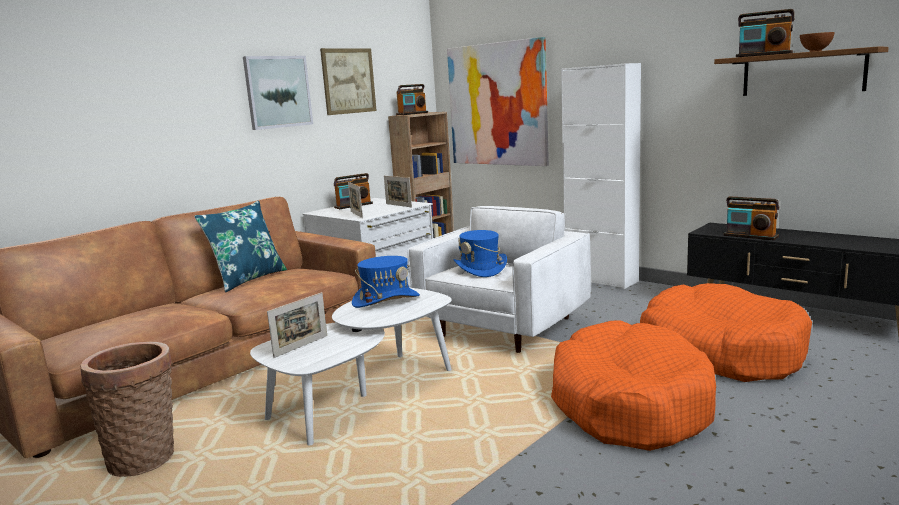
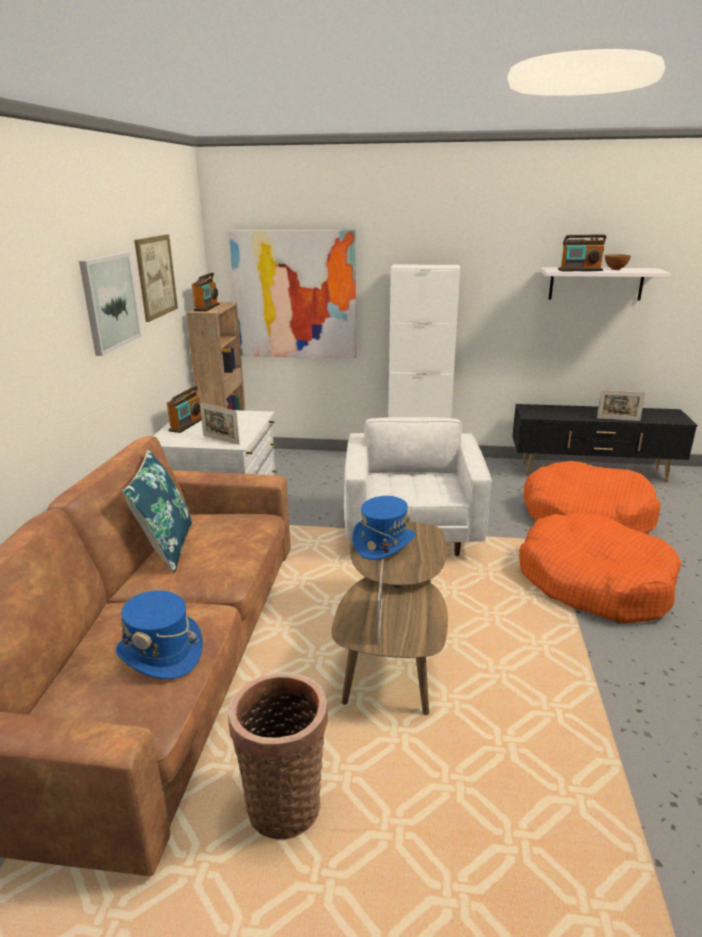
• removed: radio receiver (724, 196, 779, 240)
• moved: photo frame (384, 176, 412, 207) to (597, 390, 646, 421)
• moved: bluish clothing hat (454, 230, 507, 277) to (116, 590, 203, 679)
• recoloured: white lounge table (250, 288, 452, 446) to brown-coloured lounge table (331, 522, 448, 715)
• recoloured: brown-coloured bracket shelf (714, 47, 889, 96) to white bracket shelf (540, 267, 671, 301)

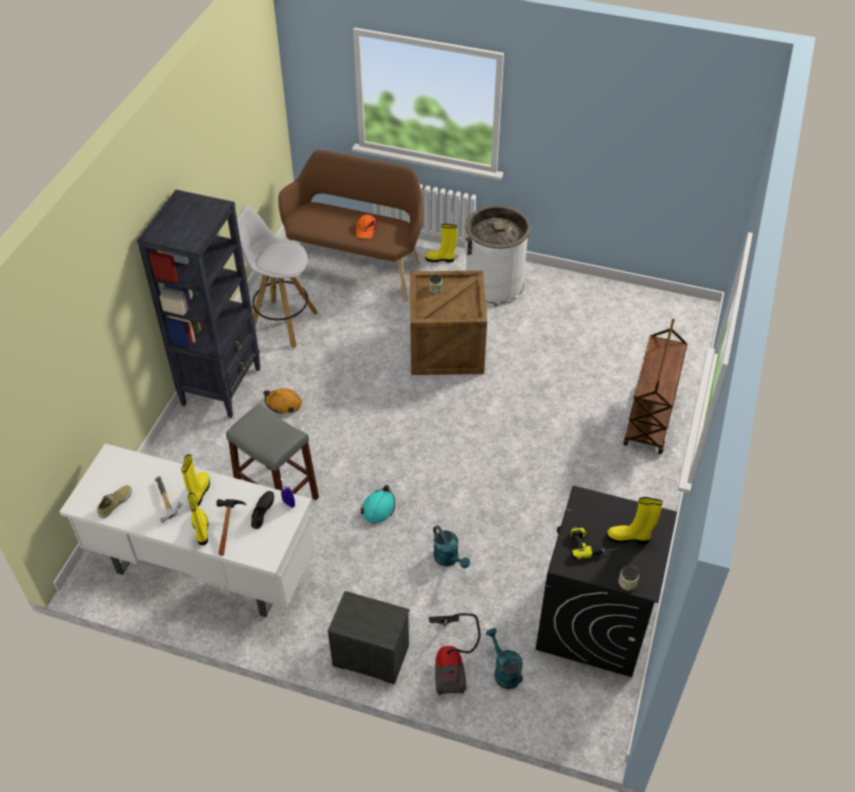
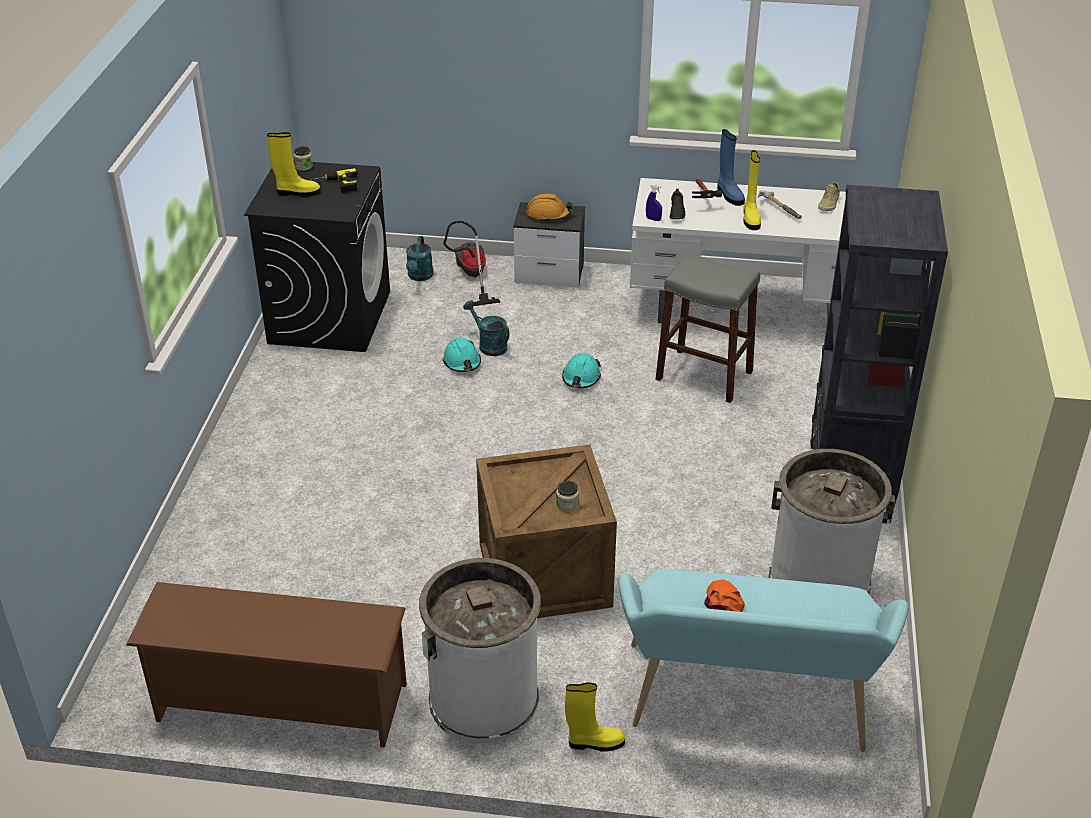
• removed: brown-coloured trolley (623, 319, 687, 454)
• added: brown-coloured shoe stand (126, 582, 407, 748)
• added: blue-green work helmet (443, 338, 481, 372)
• moved: orange work helmet (264, 388, 302, 414) to (526, 194, 573, 222)
• replaced: white stool (237, 205, 318, 348) to white waste bin (769, 449, 895, 594)
• recoloured: yellow-coloured tall boot (188, 493, 208, 545) to bluish tall boot (717, 129, 745, 206)
• recoloured: brown-coloured bench (278, 150, 424, 302) to blue-green bench (618, 569, 908, 752)
• turned: blue-green watering pot (486, 628, 523, 689) = (406, 236, 434, 281) 45 degrees clockwise

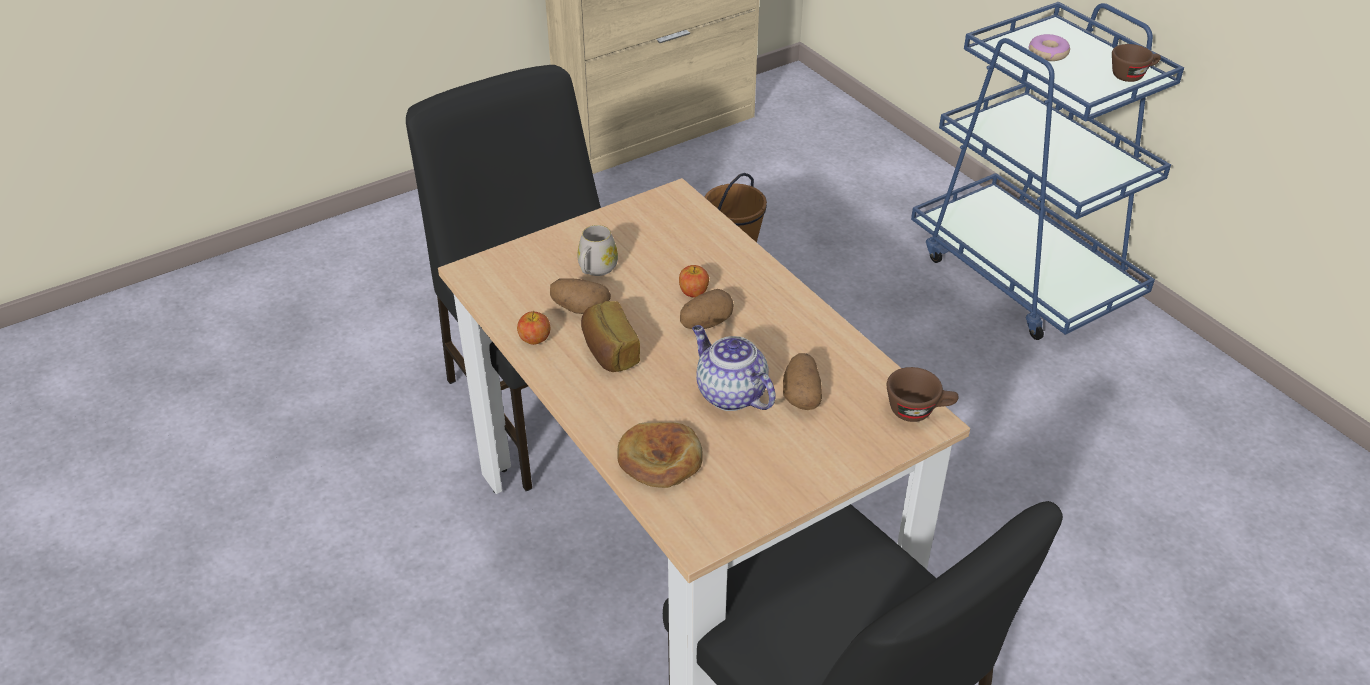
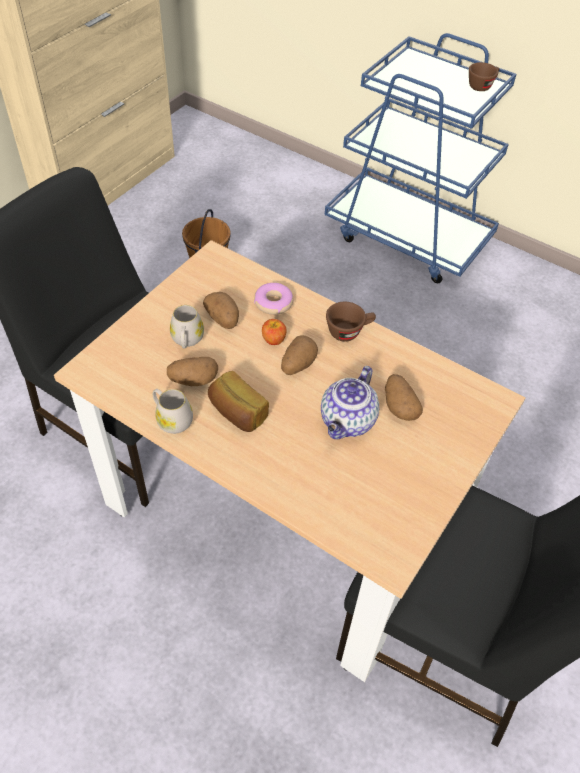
• removed: baked bread (617, 422, 702, 488)
• added: potato (203, 292, 239, 329)
• moved: brown-coloured cup (887, 367, 958, 422) to (326, 302, 376, 342)
• moved: ring doughnut (1029, 34, 1070, 61) to (254, 283, 293, 315)
• replaced: apple (517, 311, 550, 345) to white coffee mug (152, 389, 193, 434)
• turned: teapot (692, 325, 776, 411) = (321, 366, 379, 439) 90 degrees counterclockwise

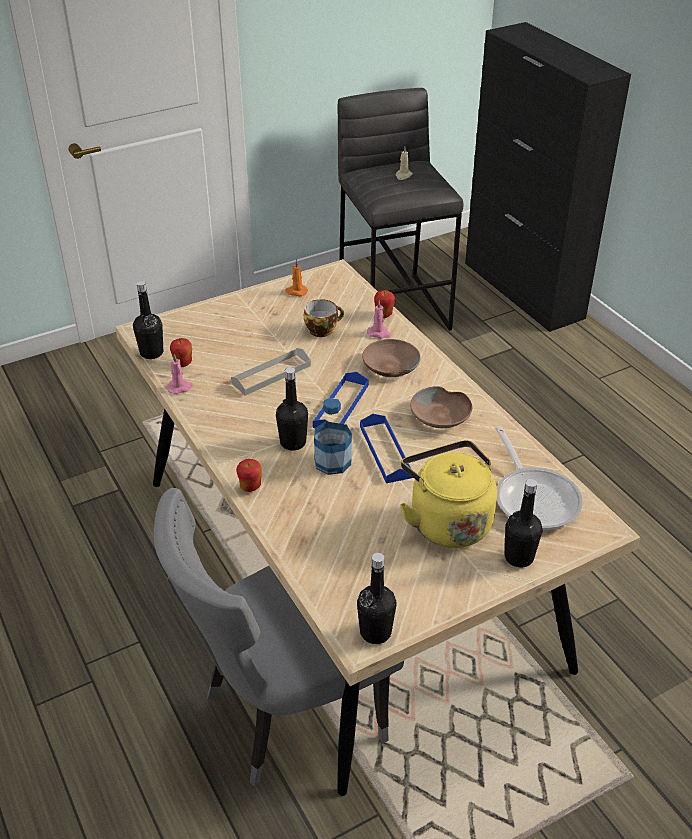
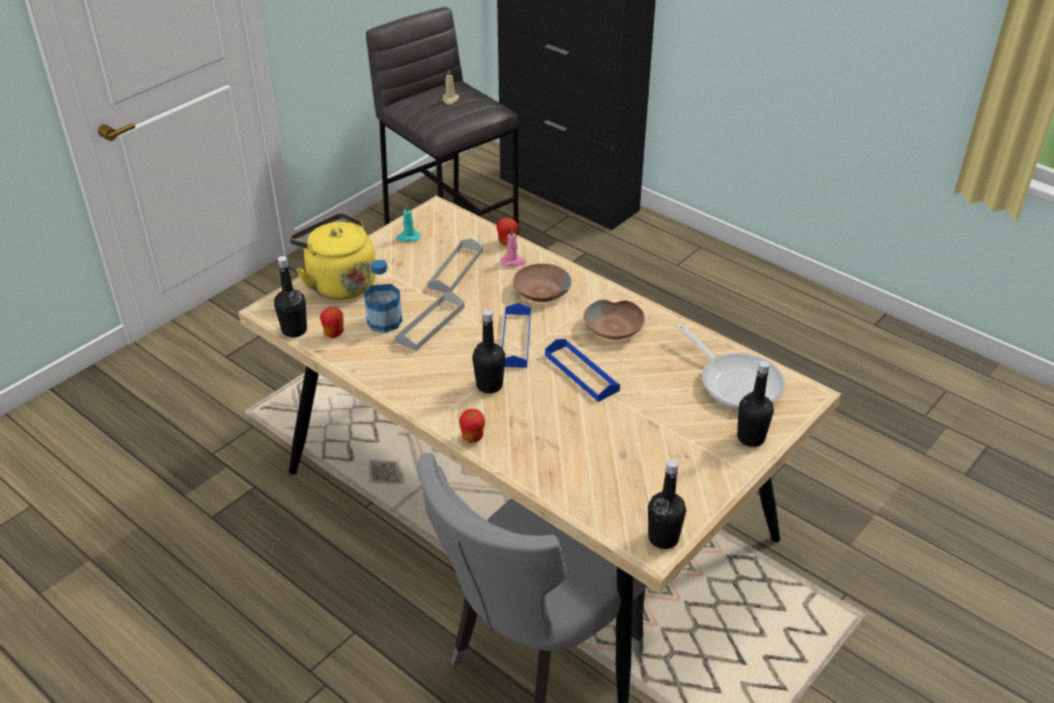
• removed: pink-coloured wax light (167, 354, 193, 394)
• moved: bottle (314, 398, 352, 475) to (364, 260, 402, 333)
• moved: yellow-coloured water kettle (400, 440, 497, 548) to (289, 213, 376, 300)
• replaced: cup (304, 299, 344, 337) to gray carrying tray (428, 238, 483, 293)
• recoloured: orange wax light (285, 260, 308, 296) to blue-green wax light (396, 204, 420, 242)

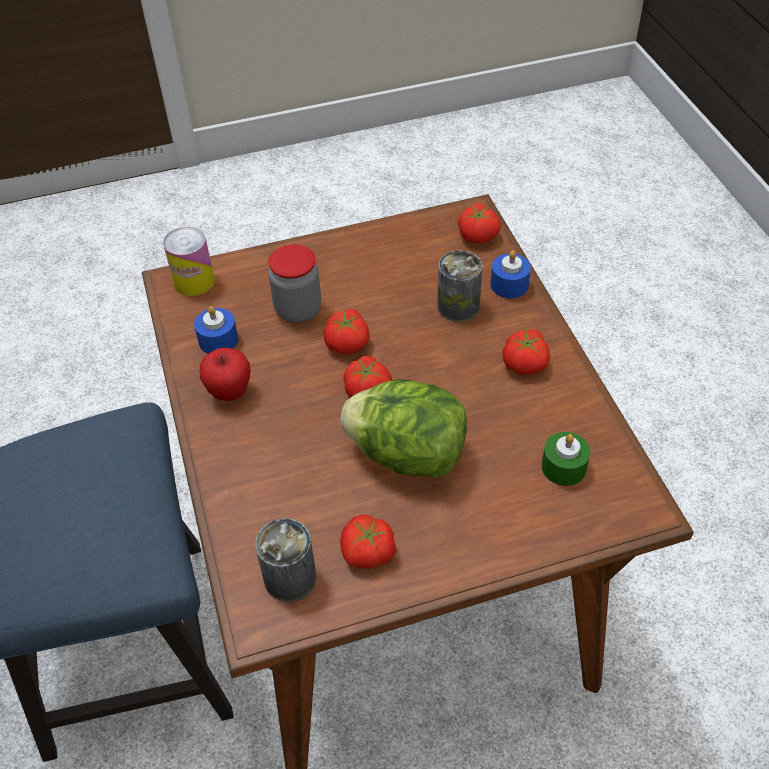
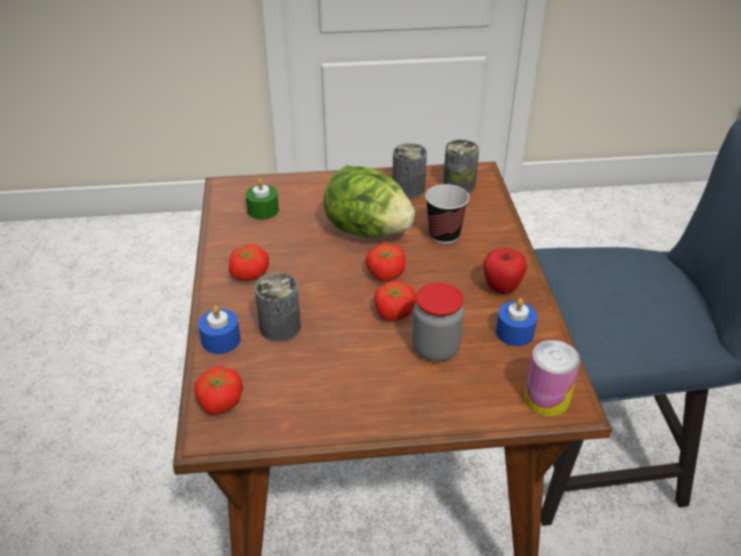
• added: cup (425, 184, 469, 244)
• replaced: fresh tomato (340, 515, 396, 569) to can (392, 143, 427, 199)

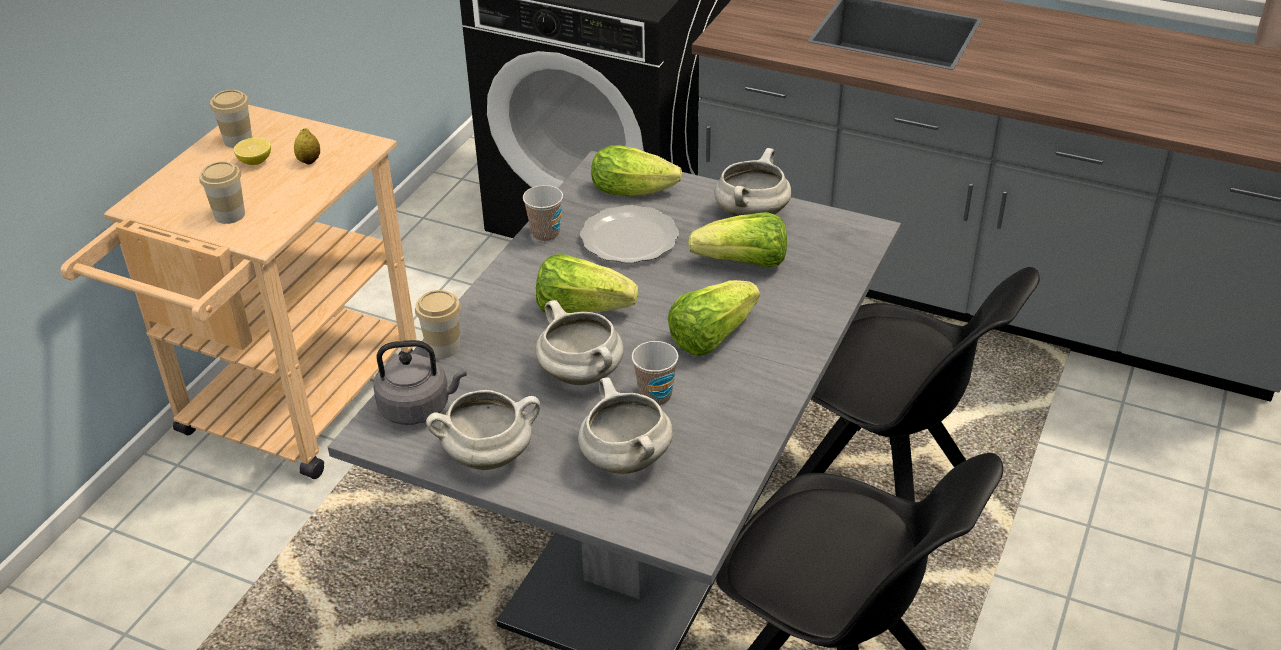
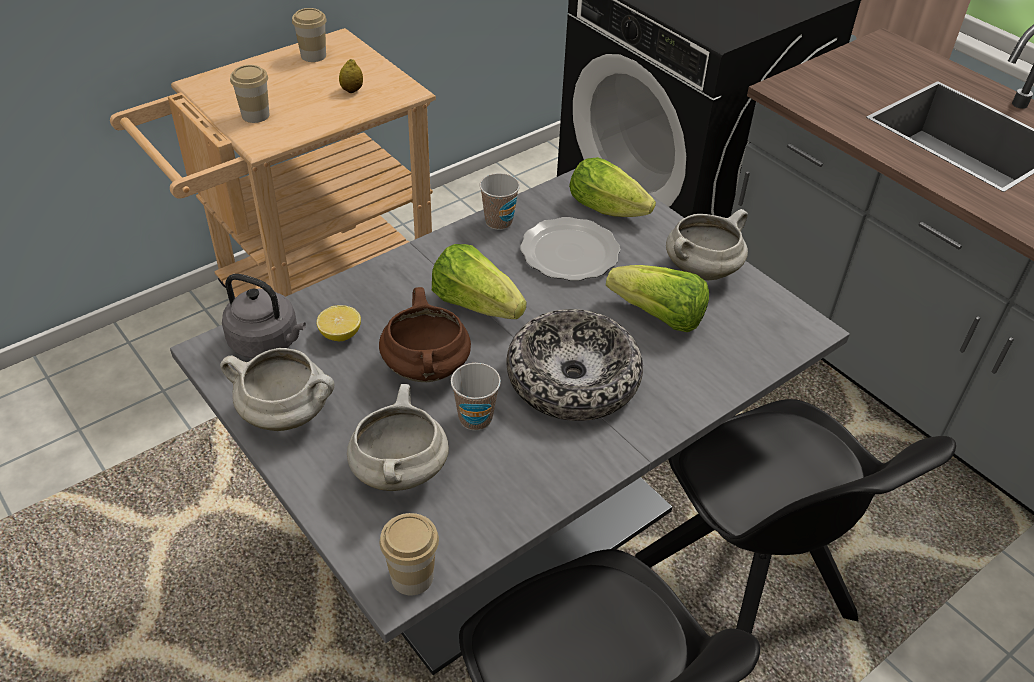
• moved: citrus fruit (234, 137, 271, 165) to (317, 305, 361, 341)
• moved: cup (415, 290, 461, 359) to (380, 513, 439, 595)
• replaced: lettuce (668, 280, 760, 356) to bowl (506, 309, 643, 421)
• recoloured: white cooking pot (536, 300, 624, 385) to brown-coloured cooking pot (379, 287, 471, 382)

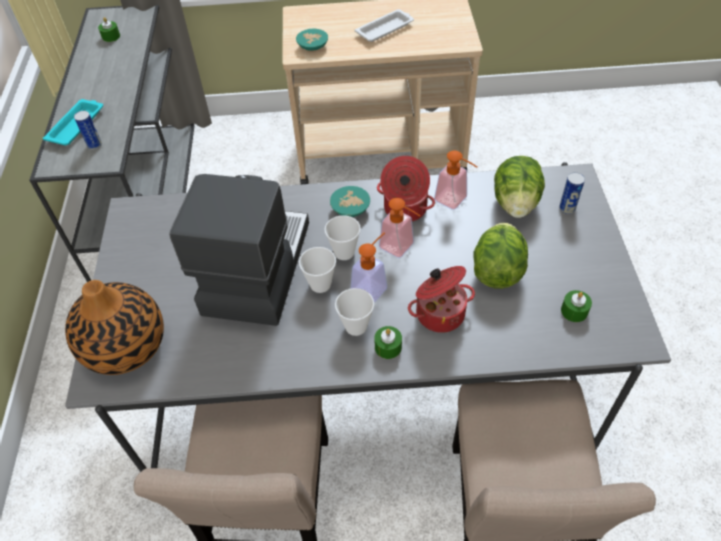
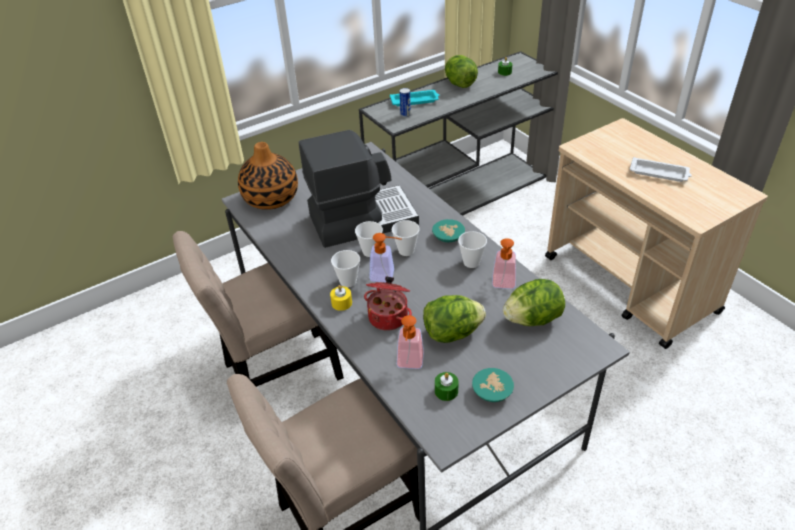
• removed: can (559, 172, 585, 214)
• added: lettuce (445, 55, 478, 88)
• moved: blue-green bowl (296, 29, 328, 51) to (472, 368, 514, 402)
• moved: soap dispenser (379, 198, 420, 258) to (397, 315, 424, 369)
• replaced: cooking pot (377, 156, 435, 222) to cup (458, 231, 487, 268)
• recoloured: greenish wax light (374, 326, 402, 359) to yellow-coloured wax light (330, 285, 352, 311)

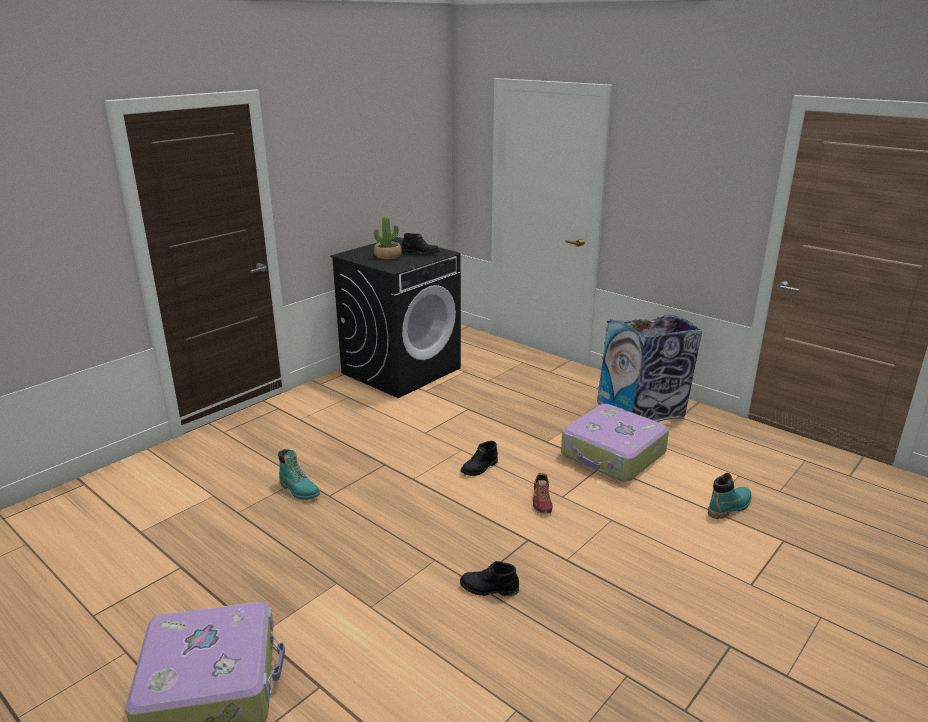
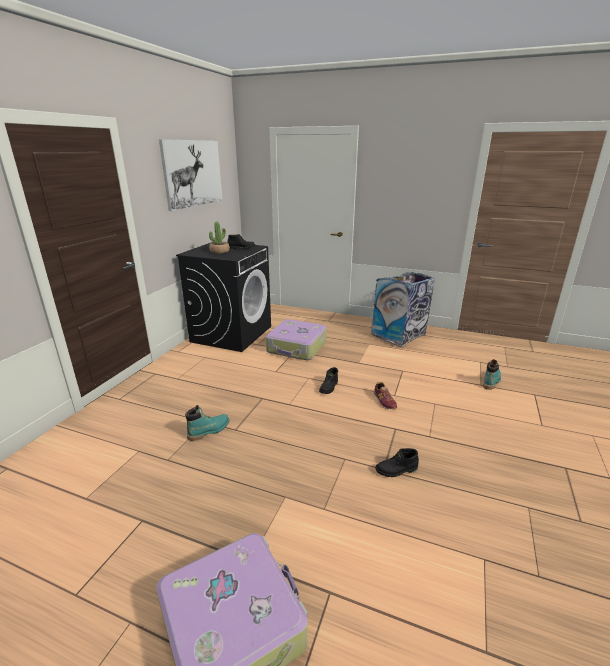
• added: wall art (159, 139, 222, 211)
• moved: suitcase (561, 404, 669, 482) to (266, 319, 327, 360)
• turned: blue-green tall boot (278, 449, 320, 500) = (185, 405, 229, 441) 60 degrees counterclockwise

